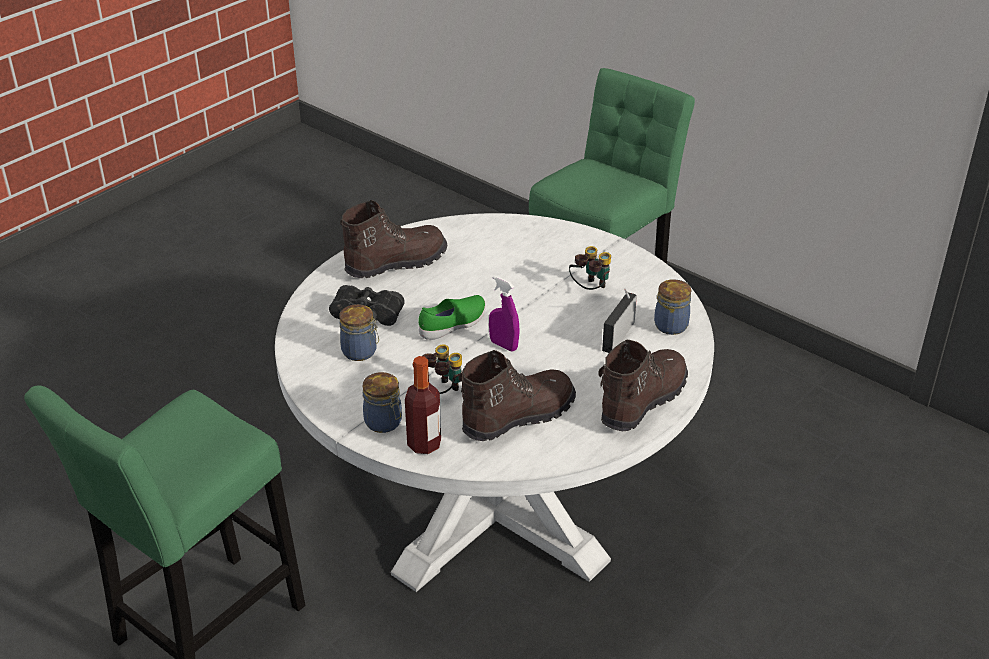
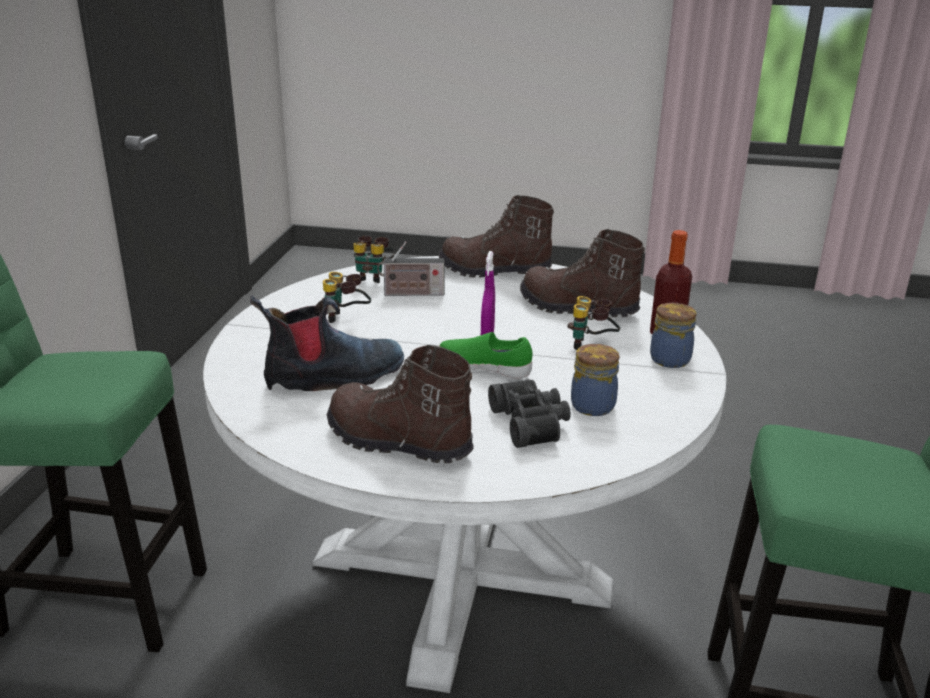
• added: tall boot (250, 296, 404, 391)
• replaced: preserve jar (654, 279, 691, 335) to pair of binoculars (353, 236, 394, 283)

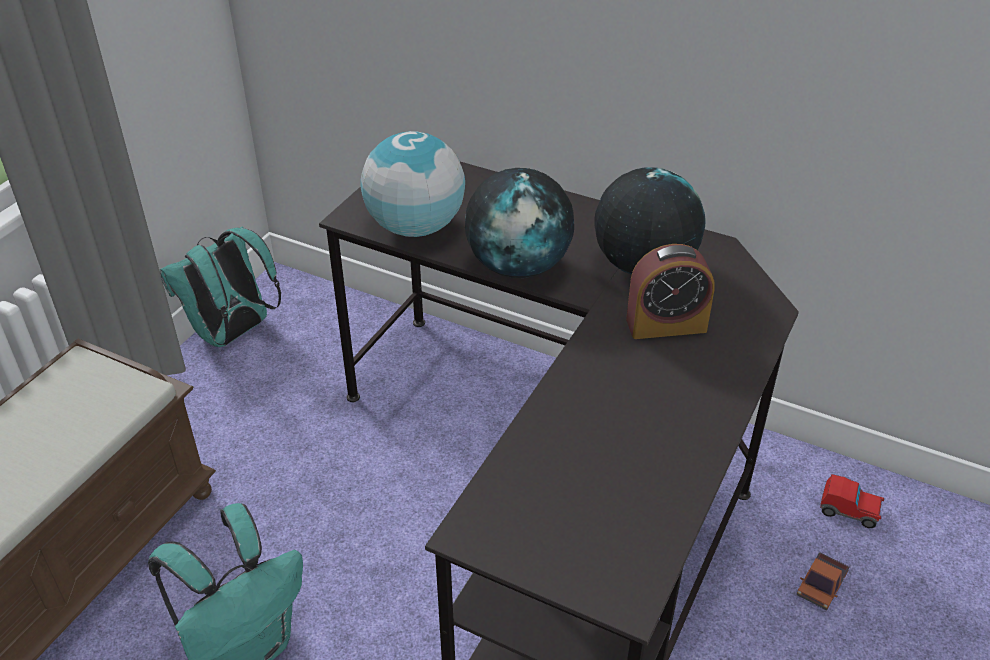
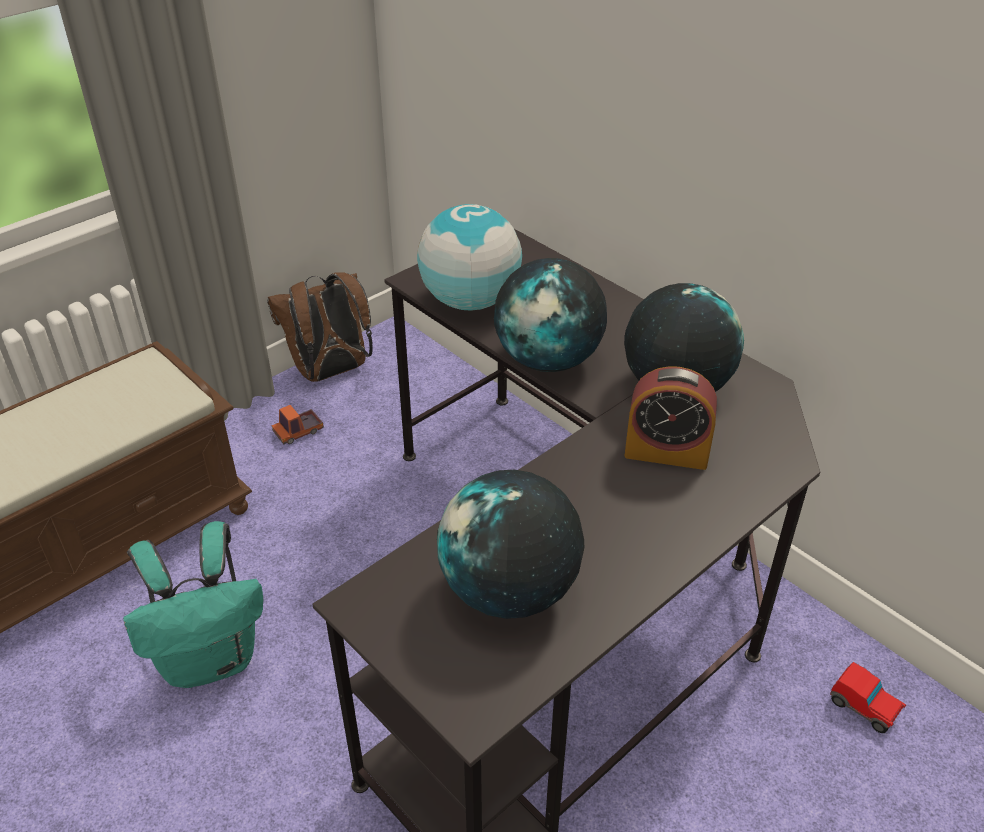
• added: globe (437, 470, 584, 619)
• moved: toy lorry (796, 552, 849, 610) to (272, 405, 324, 444)
• recoloured: blue-green rucksack (160, 226, 281, 347) to brown-coloured rucksack (267, 272, 373, 382)

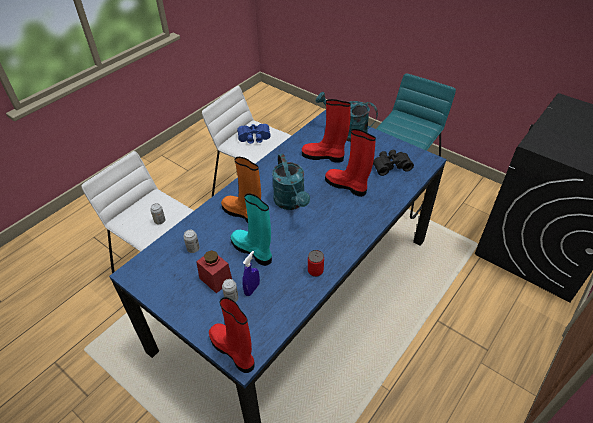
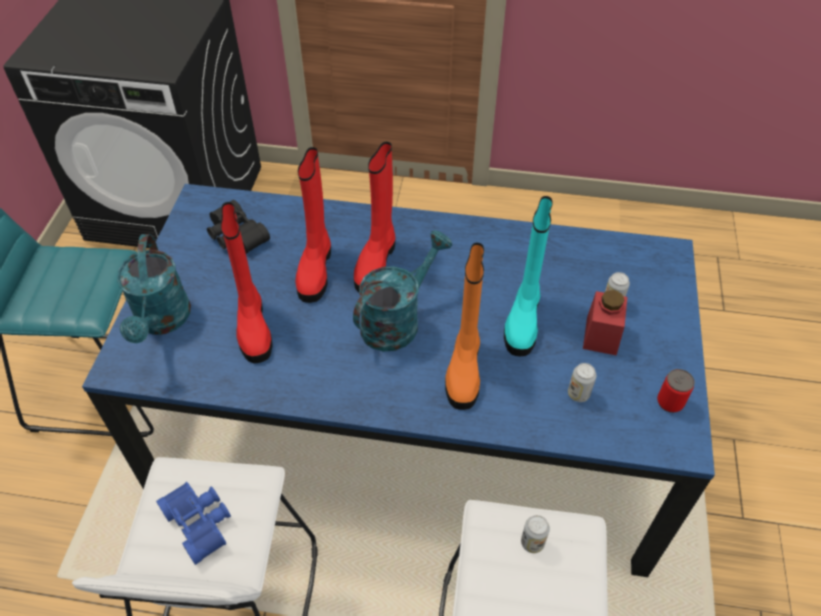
• removed: bluish spray bottle (242, 251, 260, 296)
• moved: red tall boot (209, 297, 255, 373) to (354, 142, 395, 292)
• moved: can (308, 250, 324, 277) to (657, 369, 695, 413)

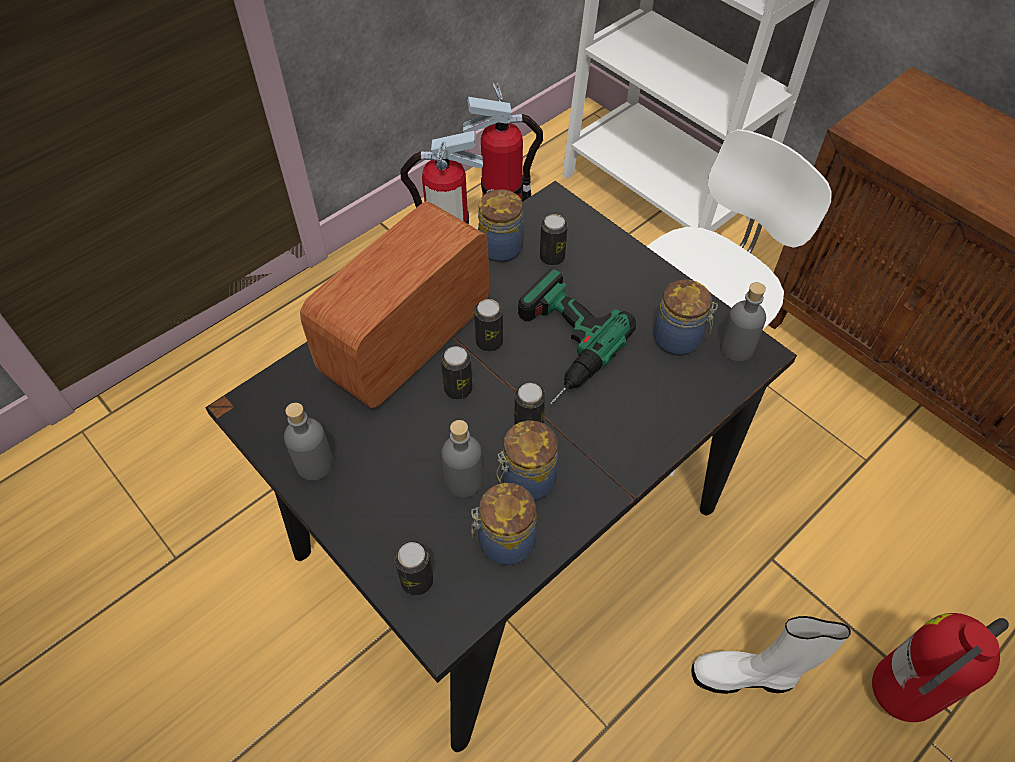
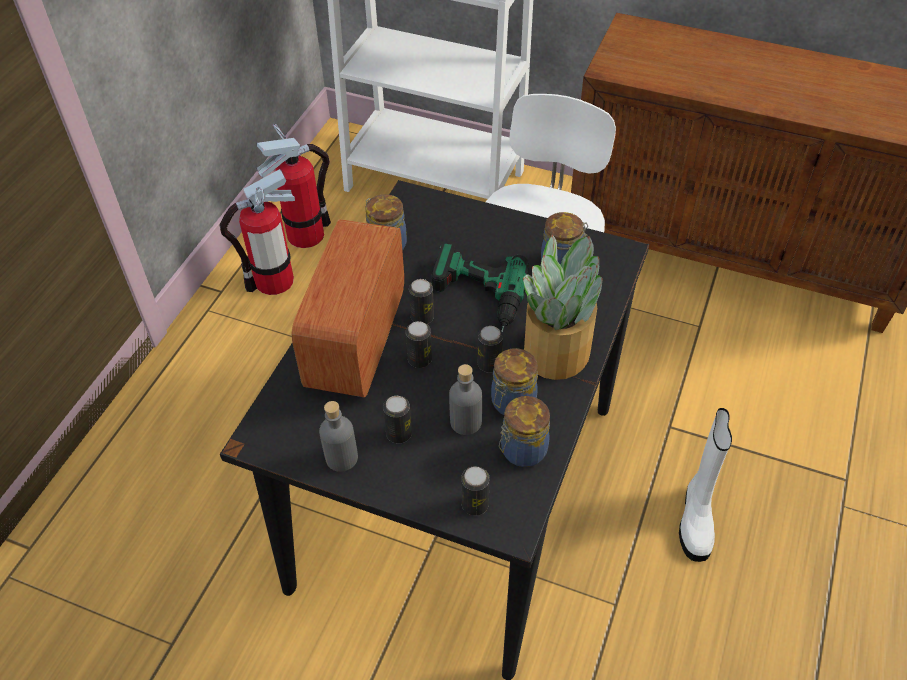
• removed: gray bottle (720, 282, 766, 362)
• removed: fire extinguisher (872, 613, 1009, 722)
• added: plant in a pot (523, 235, 603, 380)
• moved: can (540, 214, 568, 266) to (383, 396, 412, 443)
• turned: white tall boot (691, 616, 851, 694) = (679, 408, 732, 562) 60 degrees counterclockwise

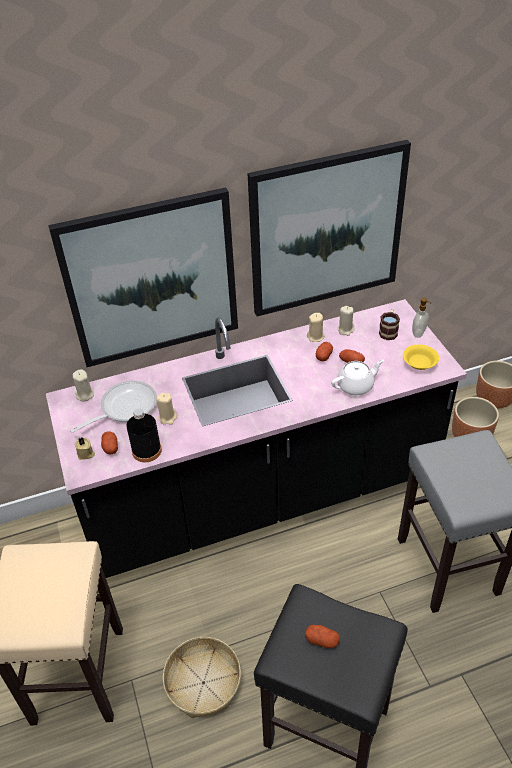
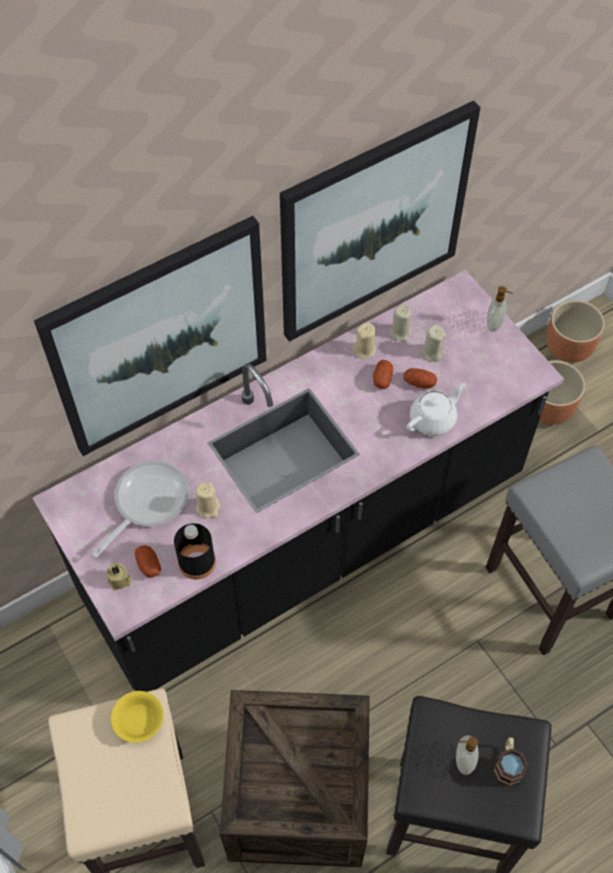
• moved: sand-coloured wax light (72, 369, 94, 402) to (420, 324, 446, 362)
• moved: coffee mug (379, 309, 400, 340) to (493, 737, 528, 787)
• moved: yellow-coloured bowl (403, 345, 439, 370) to (111, 691, 164, 743)
• replaced: basket (162, 637, 241, 718) to crate (220, 690, 370, 867)
• replaced: potato (305, 625, 340, 648) to soap dispenser (456, 735, 479, 775)

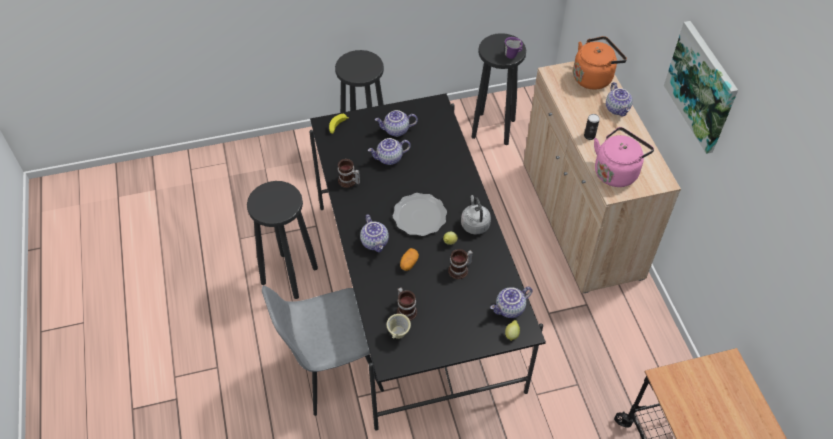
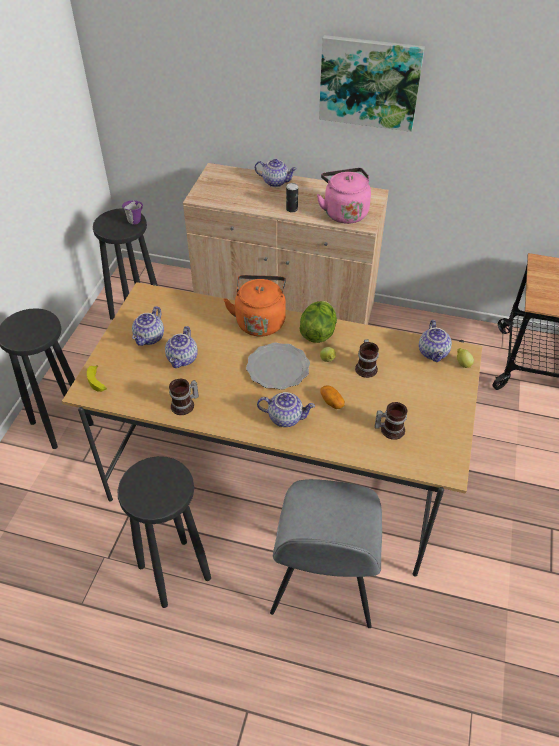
• removed: sand-coloured coffee mug (386, 314, 411, 339)
• moved: orange water kettle (573, 36, 627, 90) to (223, 275, 286, 337)
• replaced: gray water kettle (461, 195, 491, 235) to lettuce (299, 301, 337, 343)
• recoloured: black-coloured kitchen table (309, 93, 546, 430) to sand-coloured kitchen table (61, 282, 482, 577)

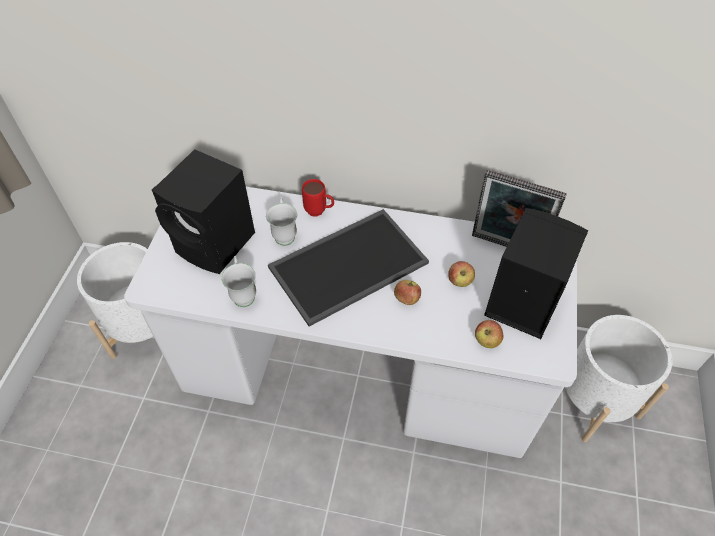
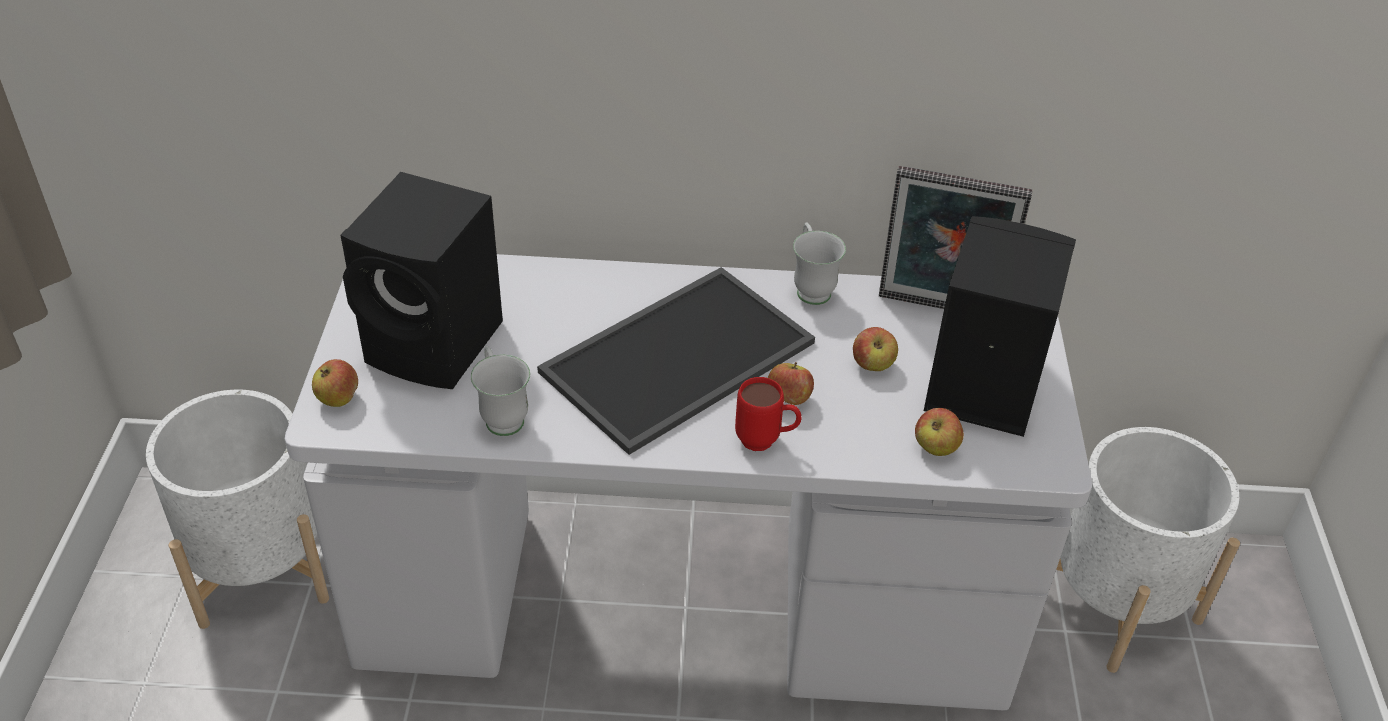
• added: apple (312, 359, 358, 407)
• moved: white coffee mug (266, 197, 297, 246) to (793, 222, 846, 305)
• moved: red coffee mug (302, 179, 334, 217) to (735, 377, 802, 451)

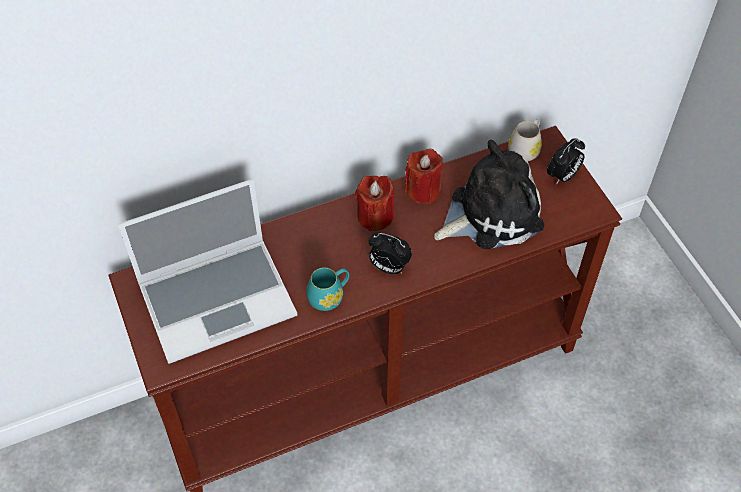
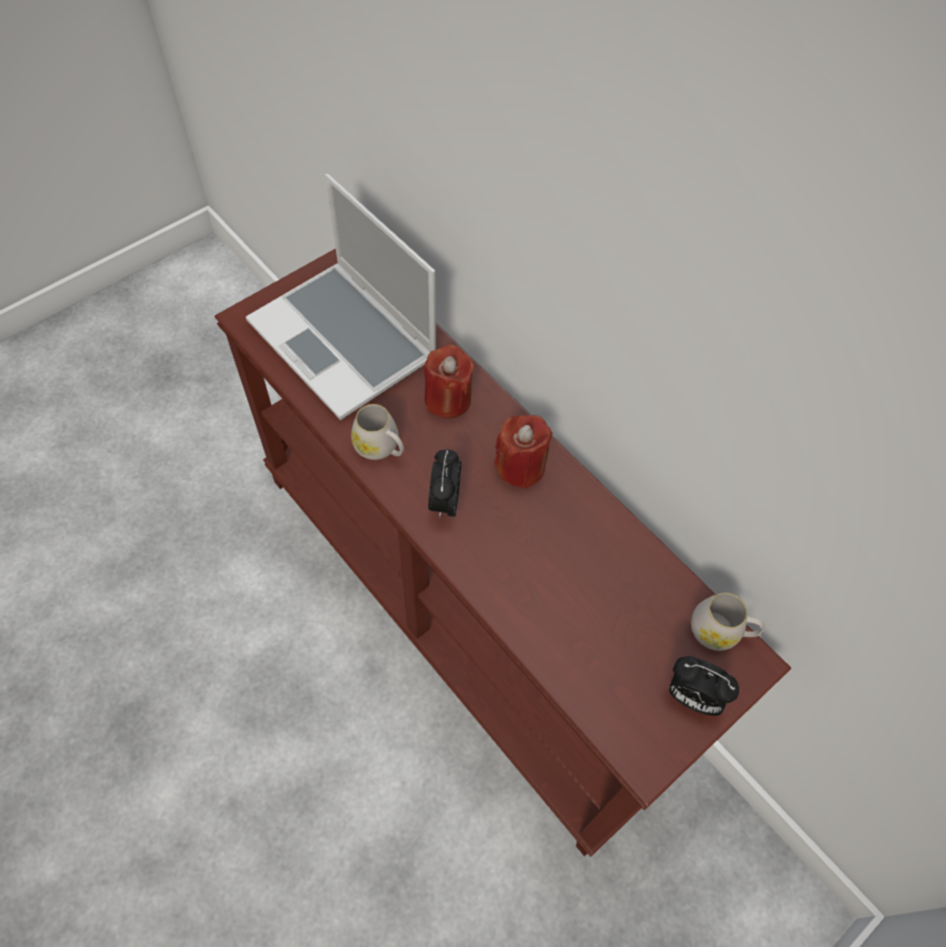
• removed: soft toy (434, 140, 544, 249)
• moved: red wax light (405, 149, 443, 204) to (423, 345, 474, 418)
• recoloured: blue-green coffee mug (306, 267, 349, 311) to white coffee mug (351, 404, 404, 460)

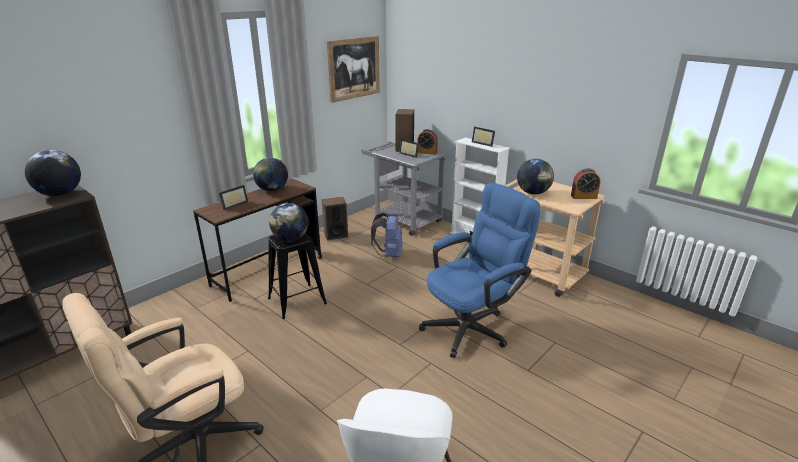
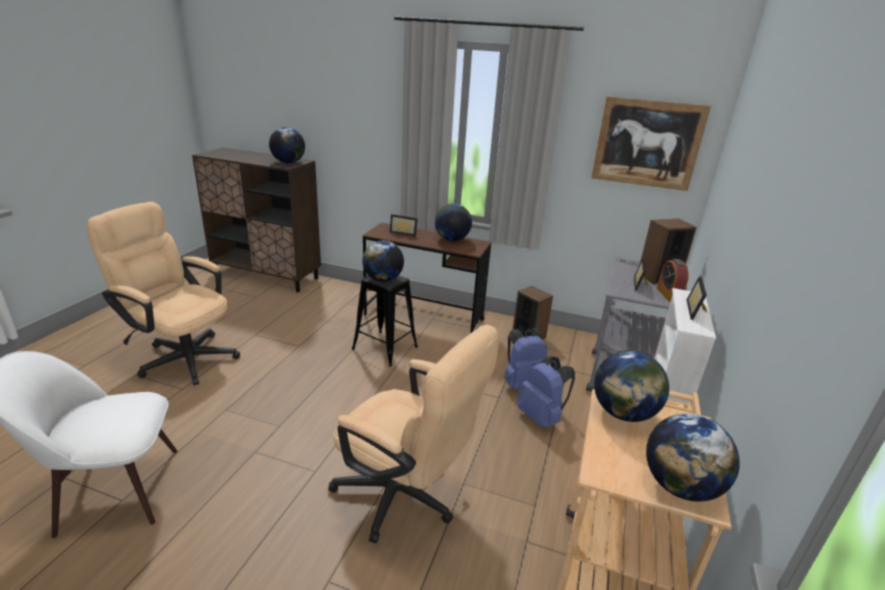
• added: bluish rucksack (517, 356, 575, 428)
• replaced: alarm clock (571, 168, 600, 199) to globe (646, 413, 740, 502)
• recoloured: bluish office chair (419, 182, 541, 358) to sand-coloured office chair (328, 325, 499, 544)

